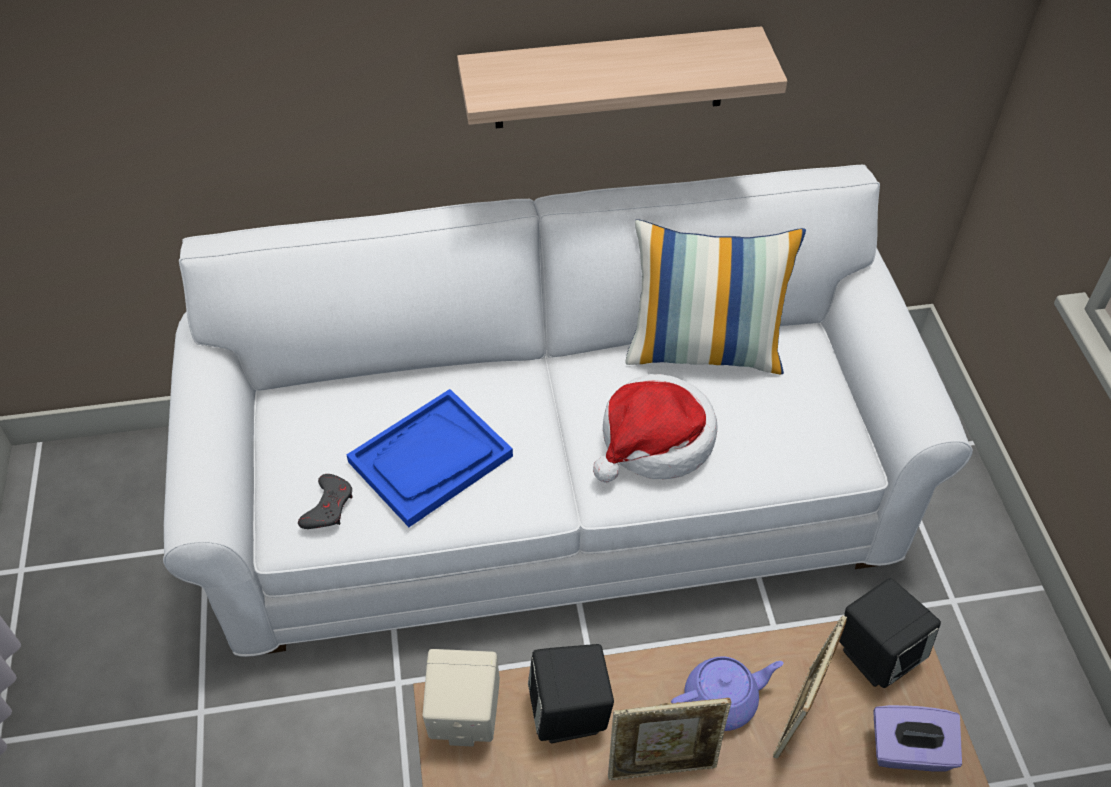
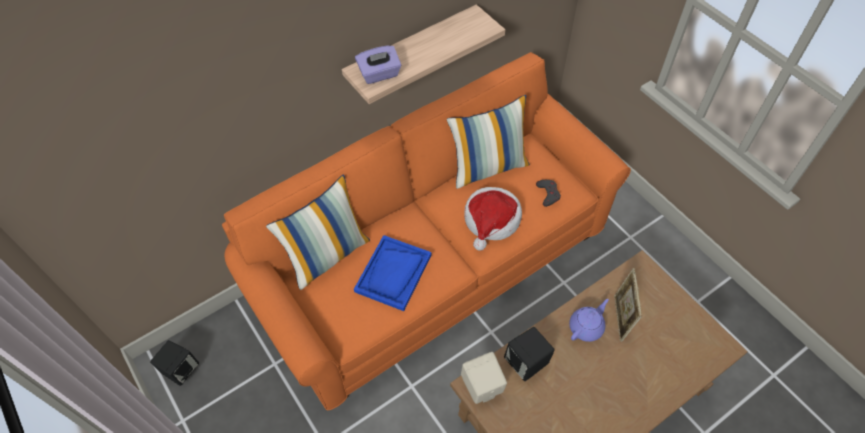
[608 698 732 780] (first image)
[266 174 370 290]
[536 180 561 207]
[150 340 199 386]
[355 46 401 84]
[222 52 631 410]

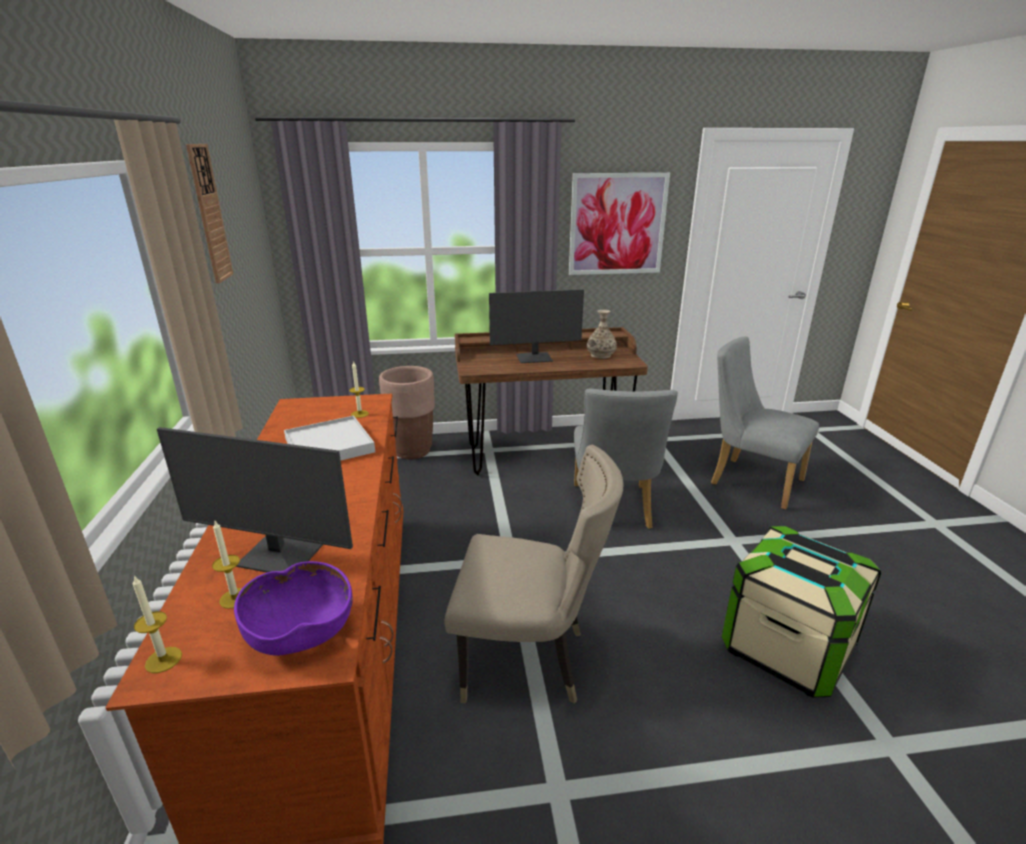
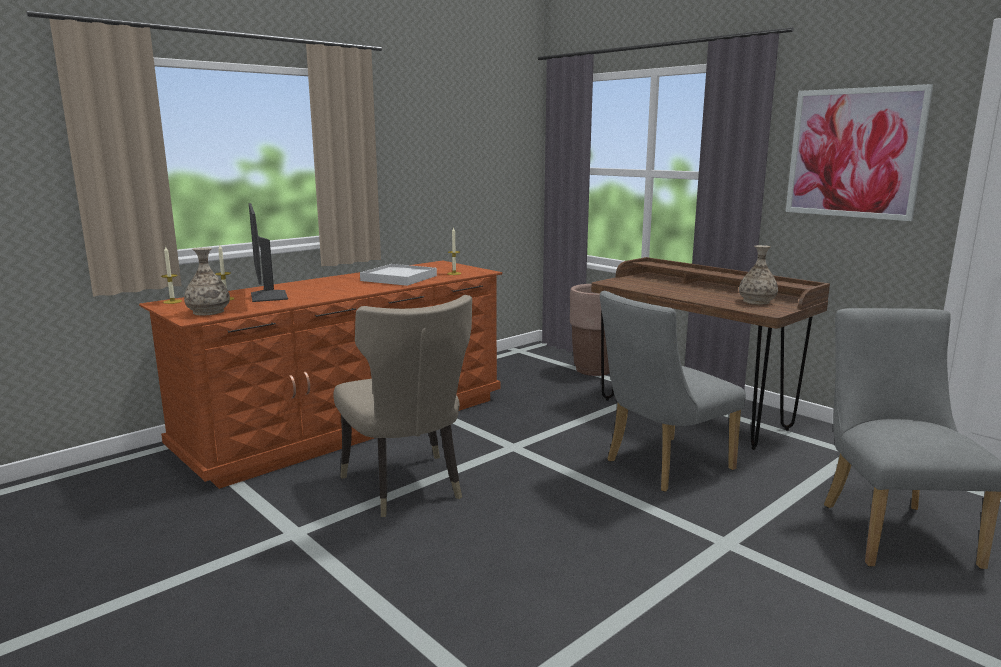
[186 144 233 284] (first image)
[489 289 584 363] (first image)
[722 526 881 698] (first image)
[184 247 230 316]

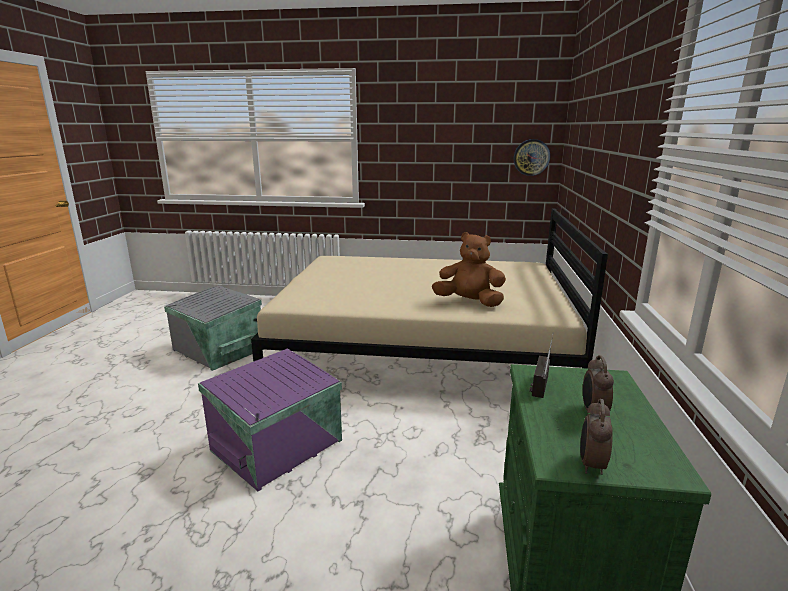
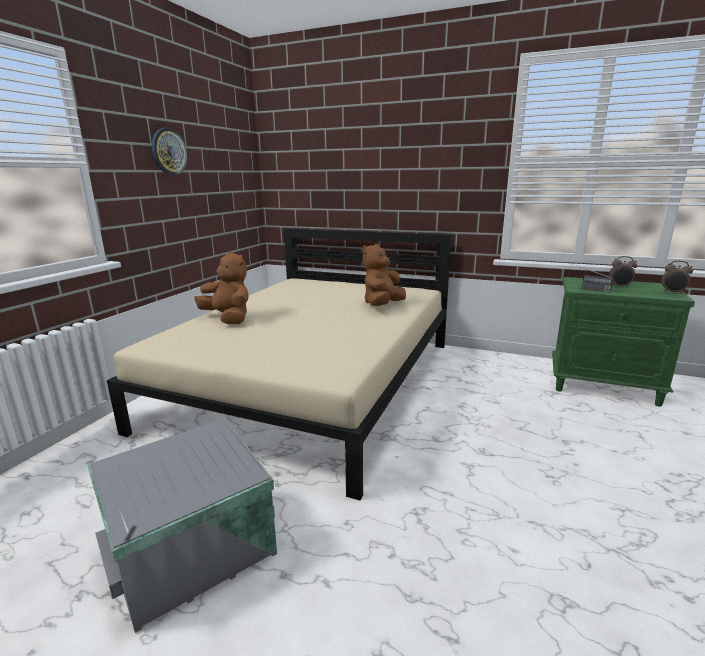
[198 349 342 491] (first image)
[194 251 249 324]
[152 128 187 175]

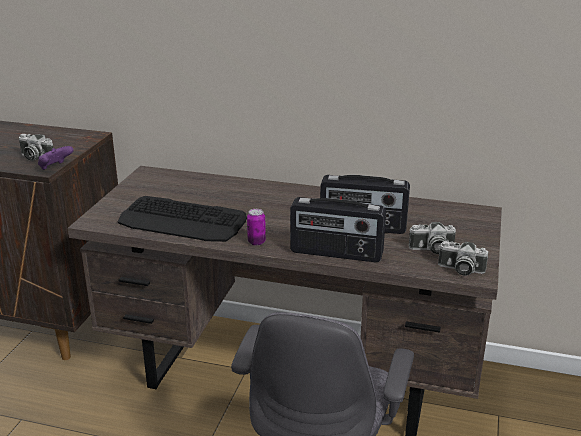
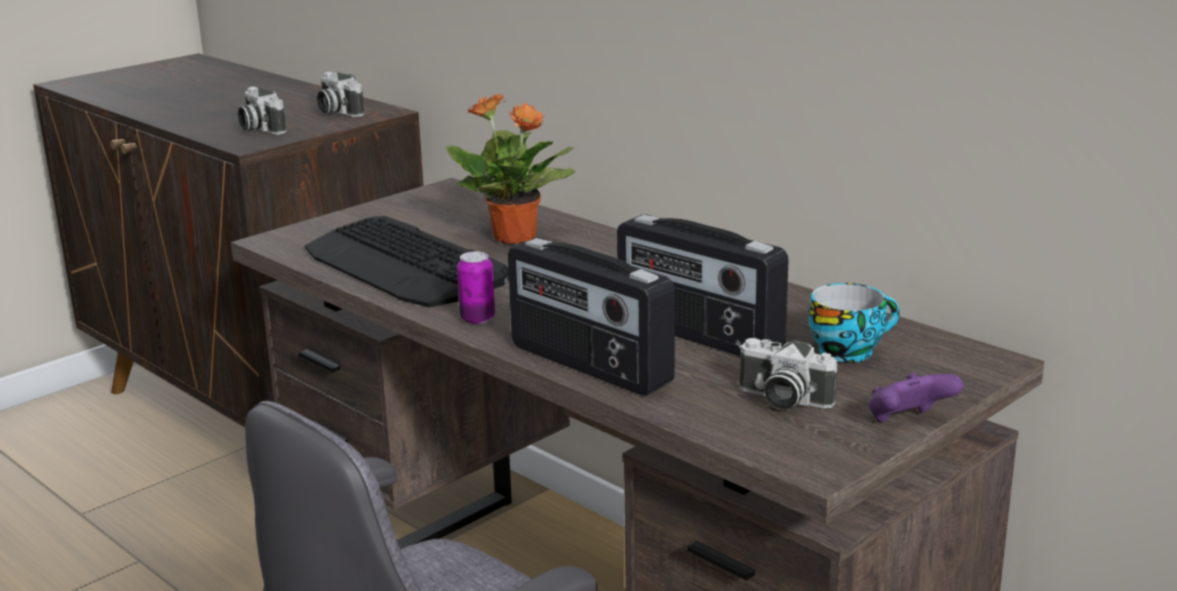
[446 94 575 244]
[809 283 900 362]
[869 373 964 422]
[317 72 364 117]

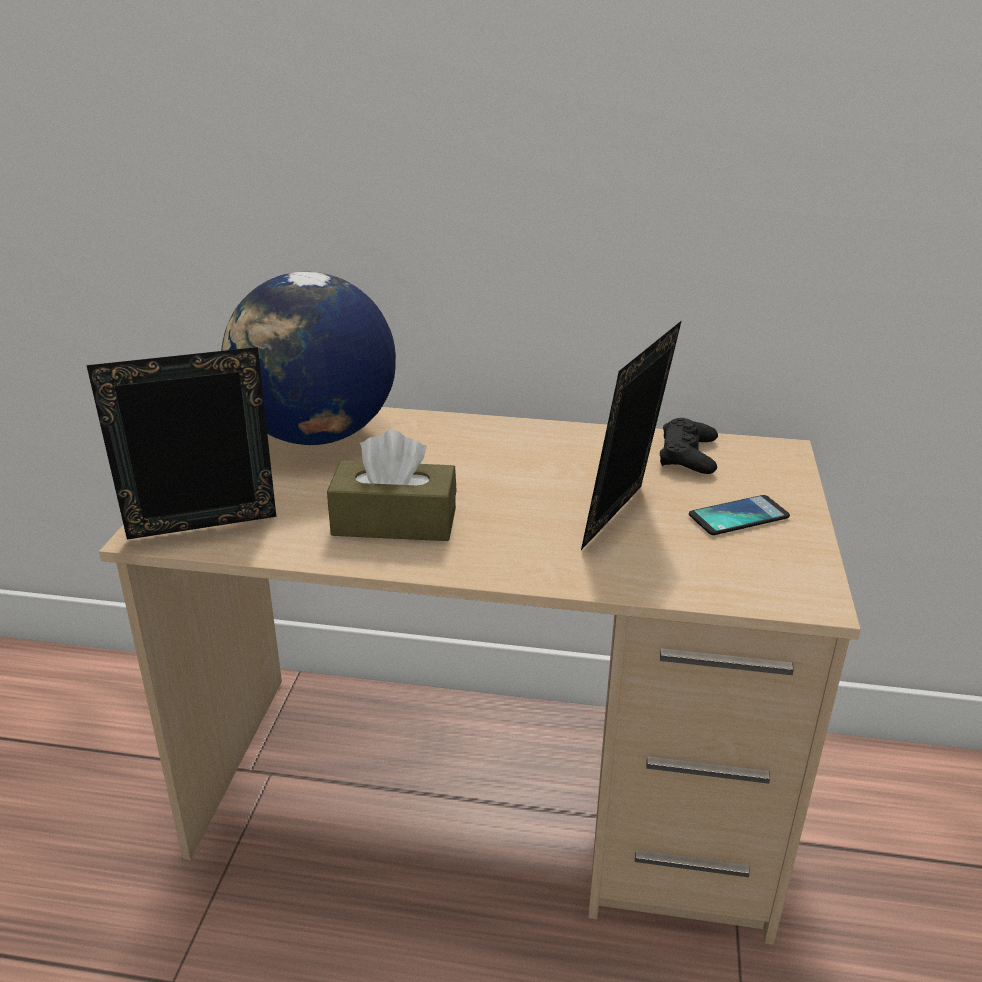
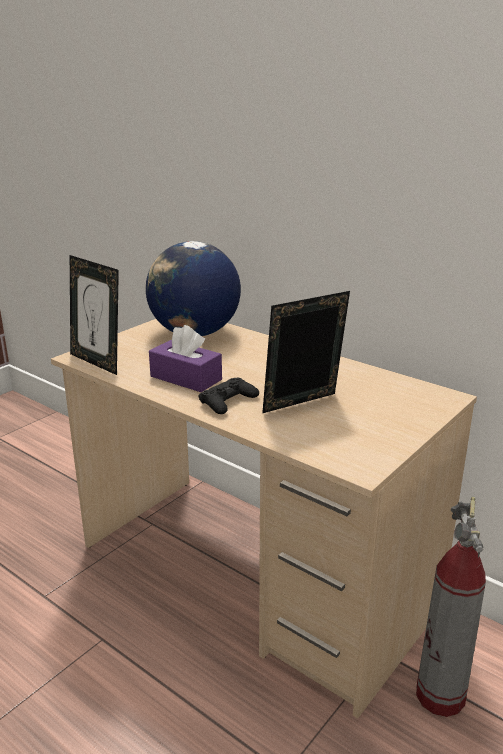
[689 495 790 535] (first image)
[416 497 486 717]
[199 378 259 414]
[149 325 222 392]
[70 255 119 375]

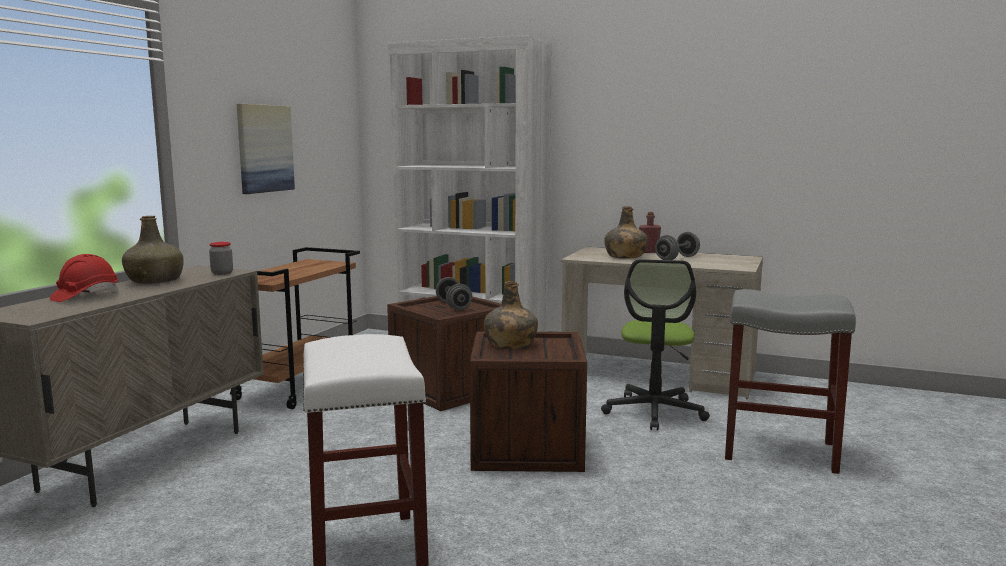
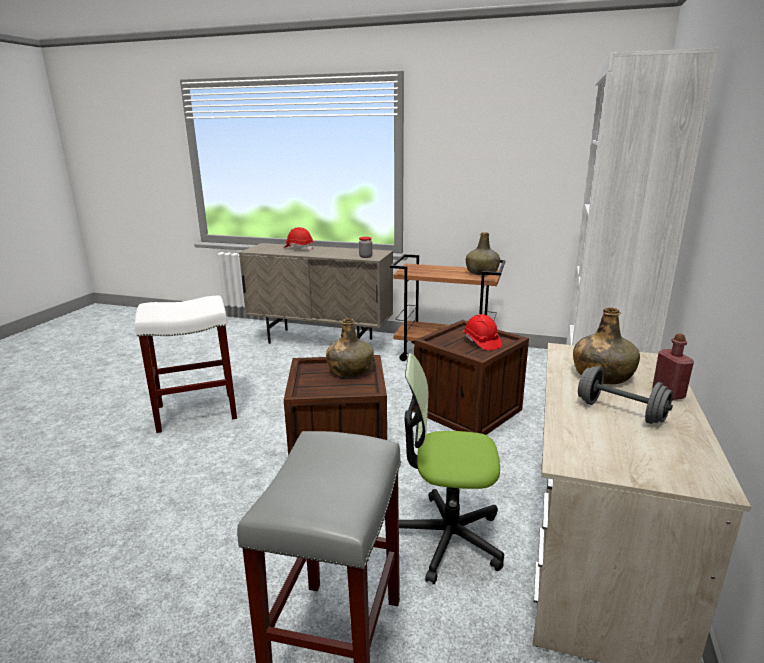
[237 104 295 194] (first image)
[466 232 500 275]
[463 314 502 350]

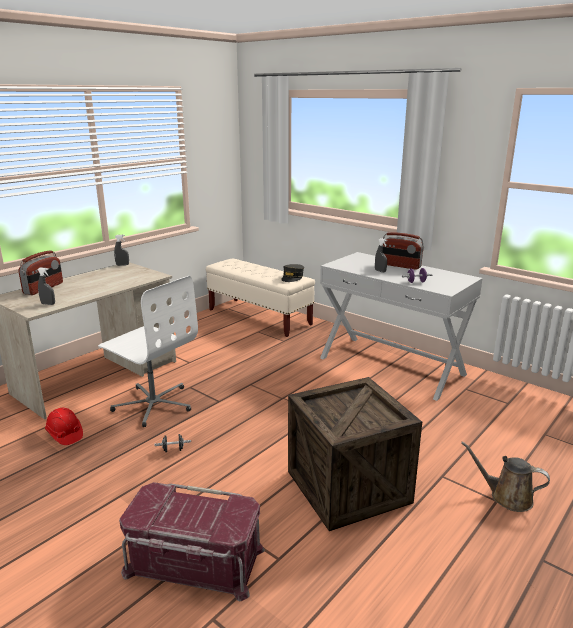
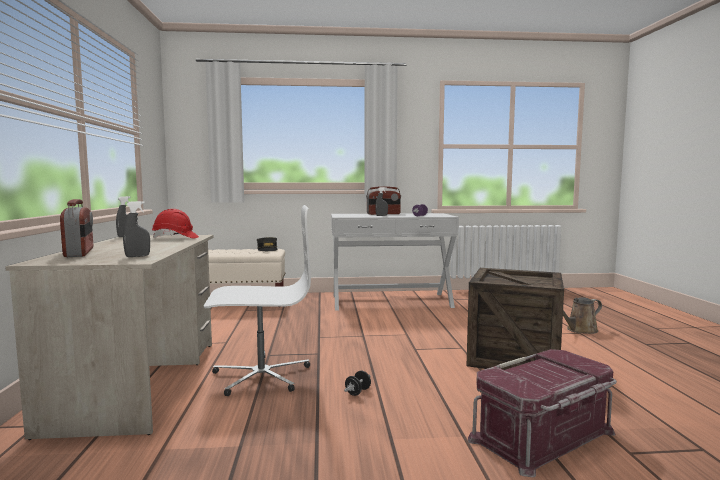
[152 209 199 239]

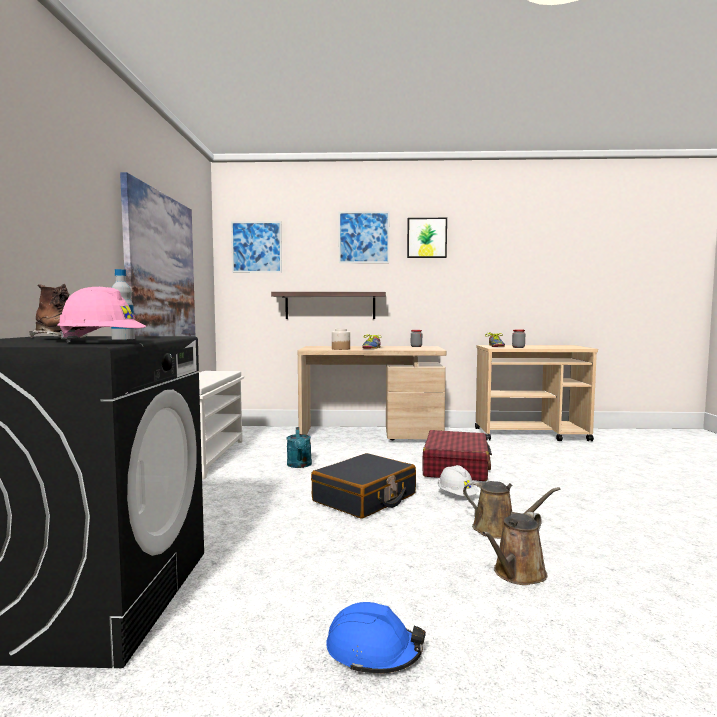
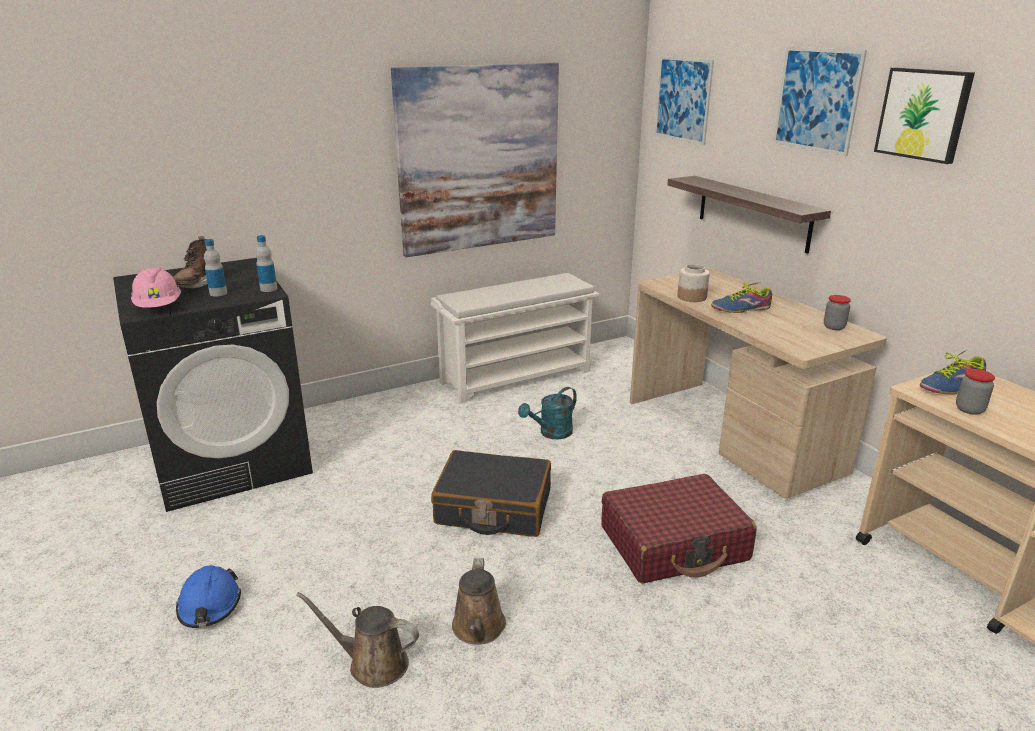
[437 465 478 496] (first image)
[256 235 277 292]

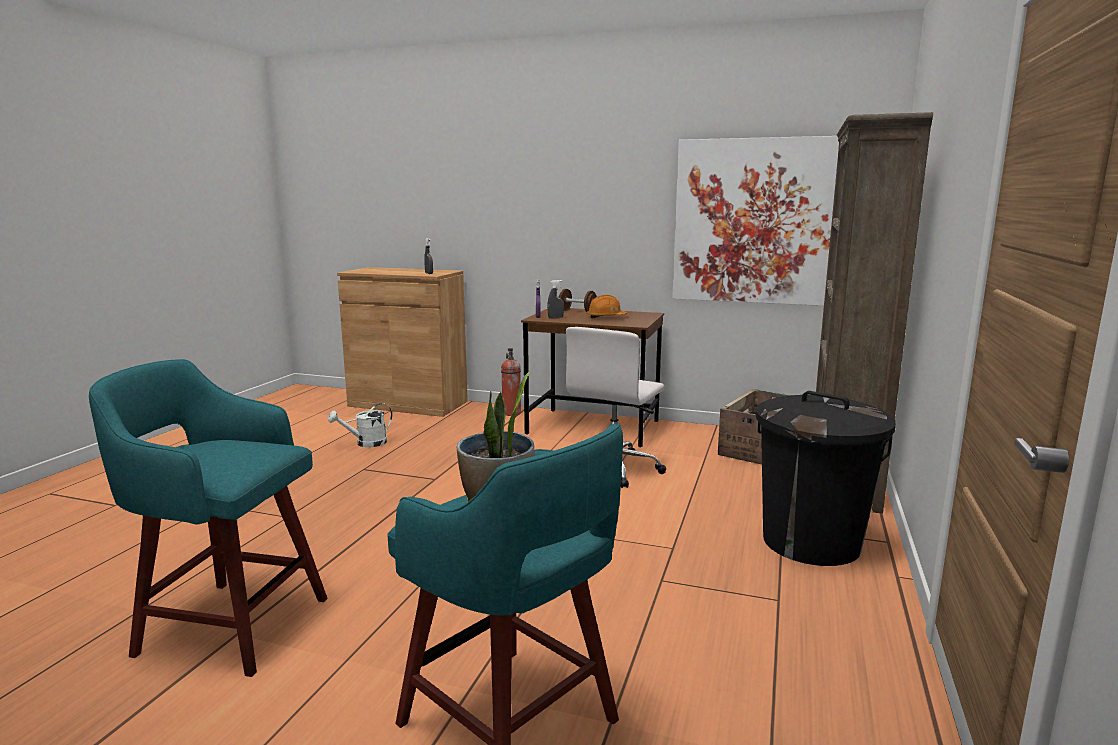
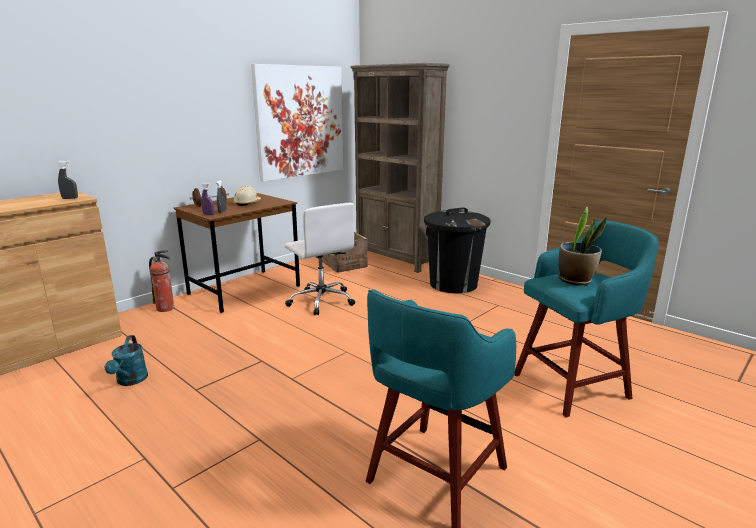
[104 335 148 386]
[233 186 261 206]

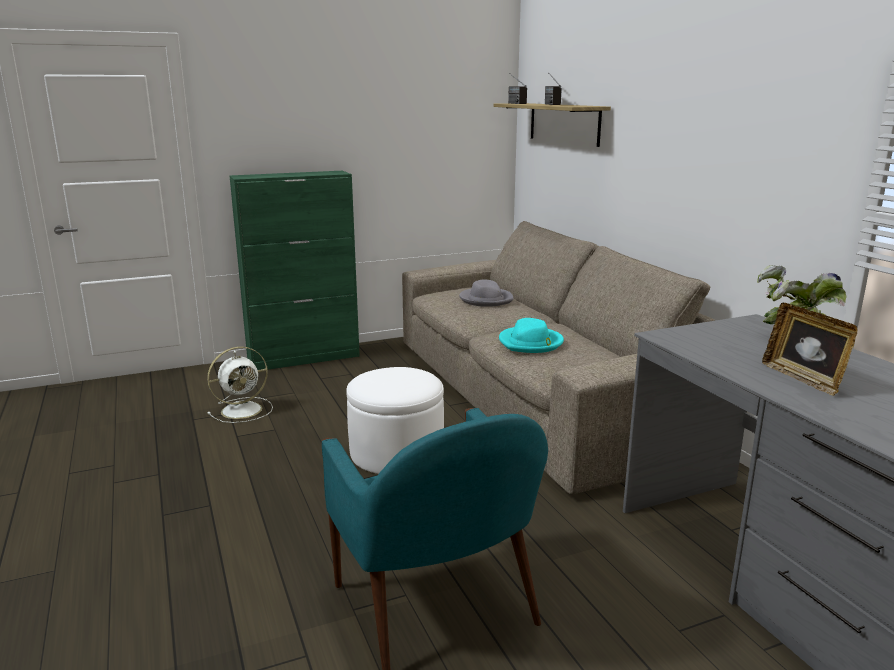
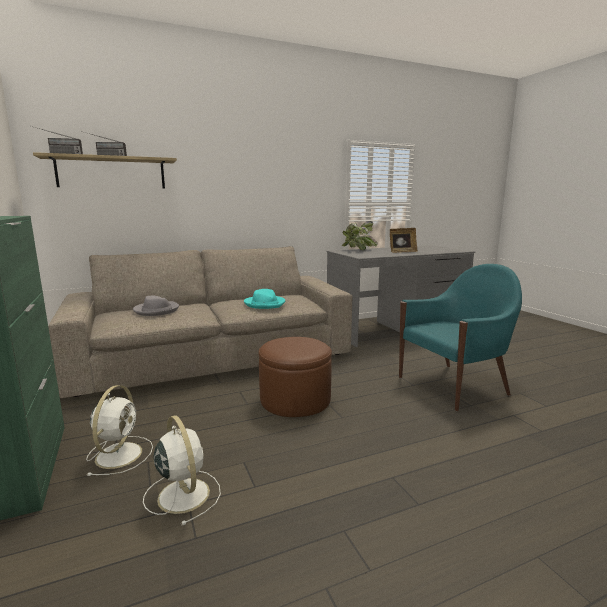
[86 385 153 476]
[259 337 332 417]

